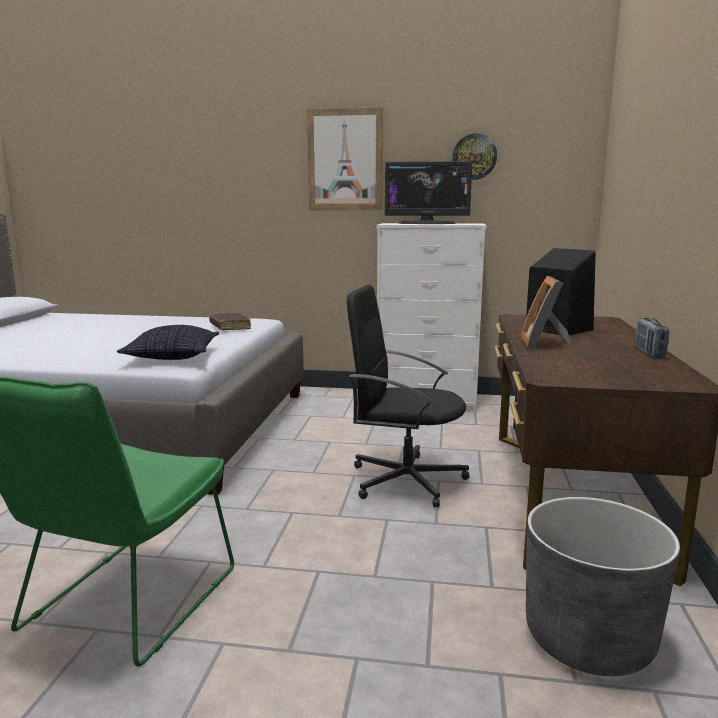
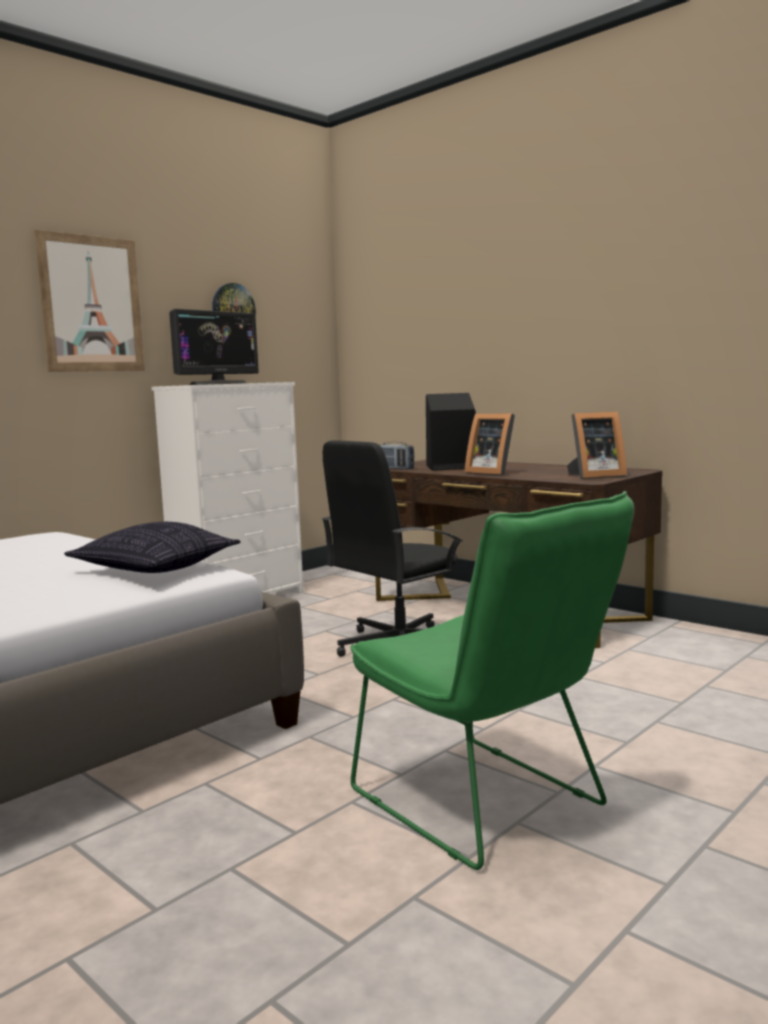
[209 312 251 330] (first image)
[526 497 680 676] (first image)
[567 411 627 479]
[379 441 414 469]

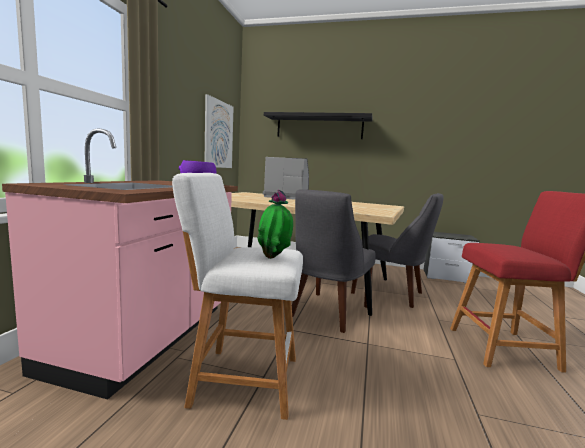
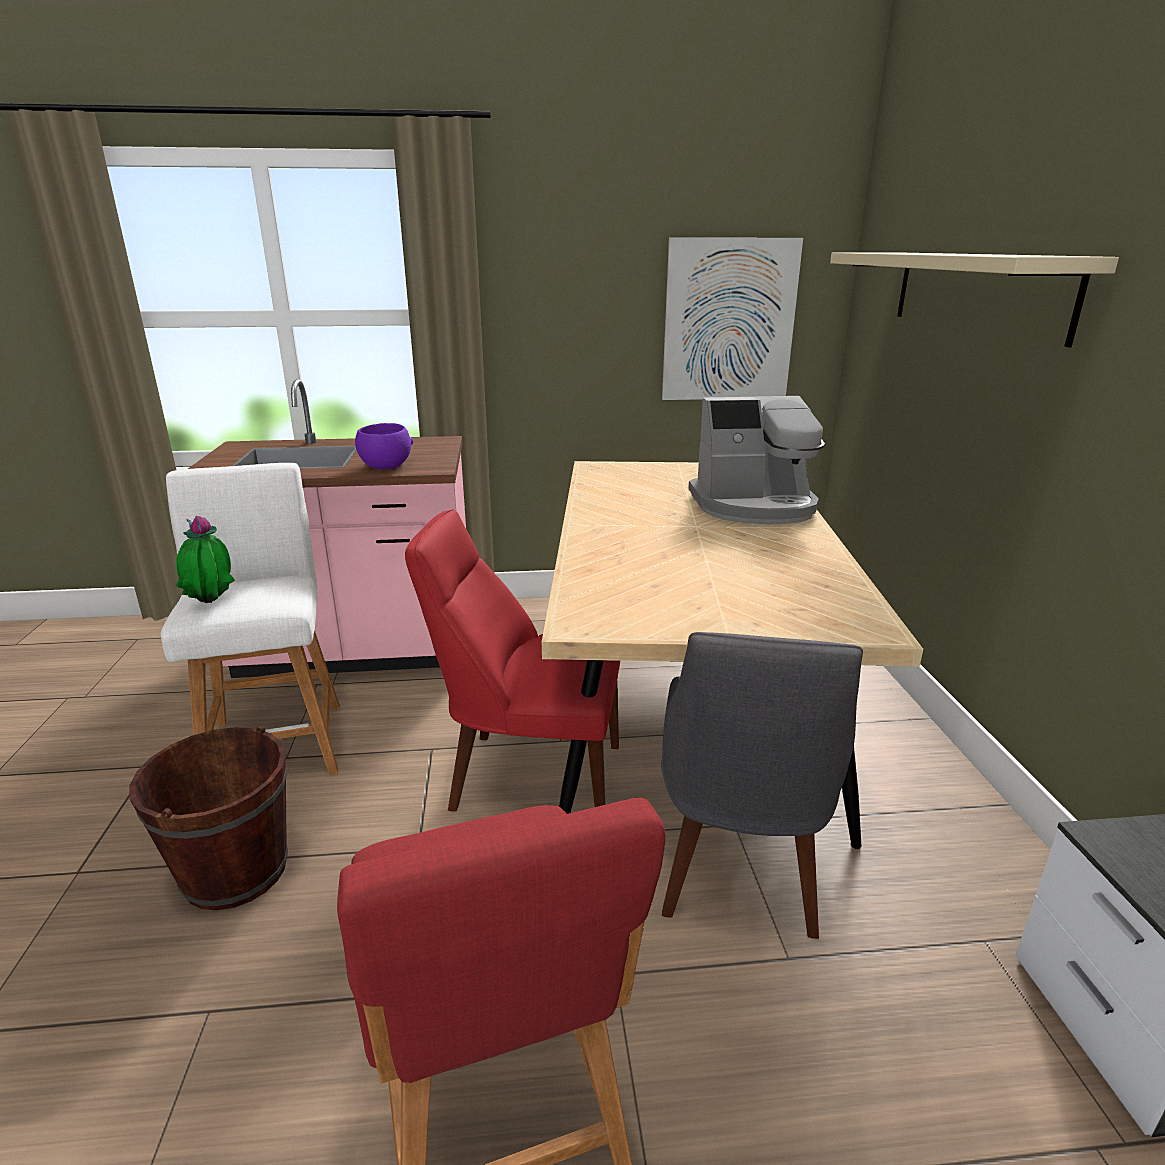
[129 725 288 910]
[830 252 1119 348]
[405 510 620 812]
[688 396 825 524]

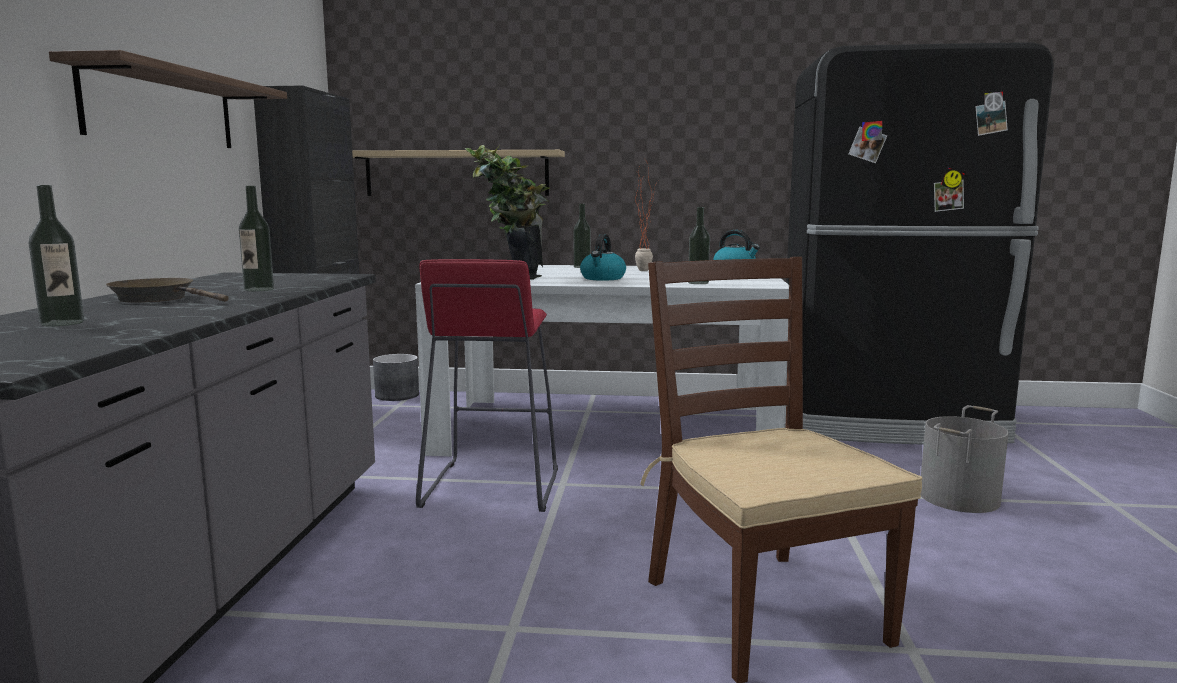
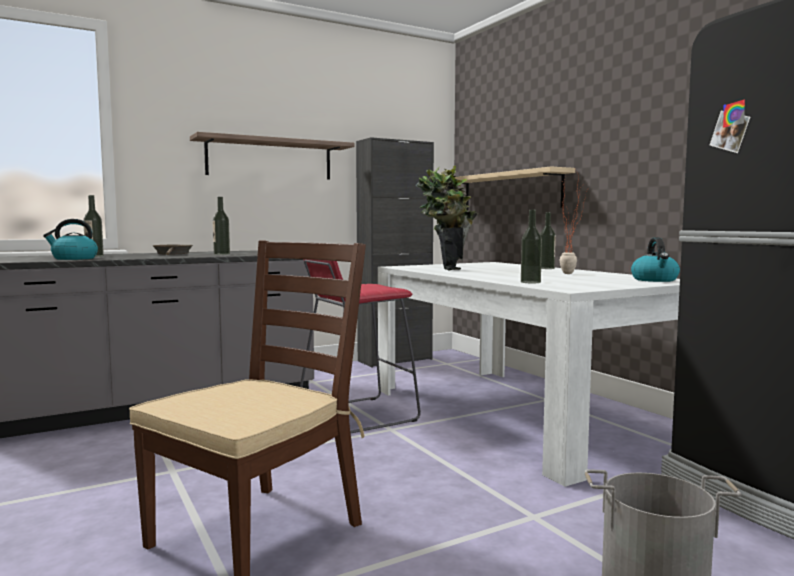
[373 354 419 401] (first image)
[43 219 98 260]

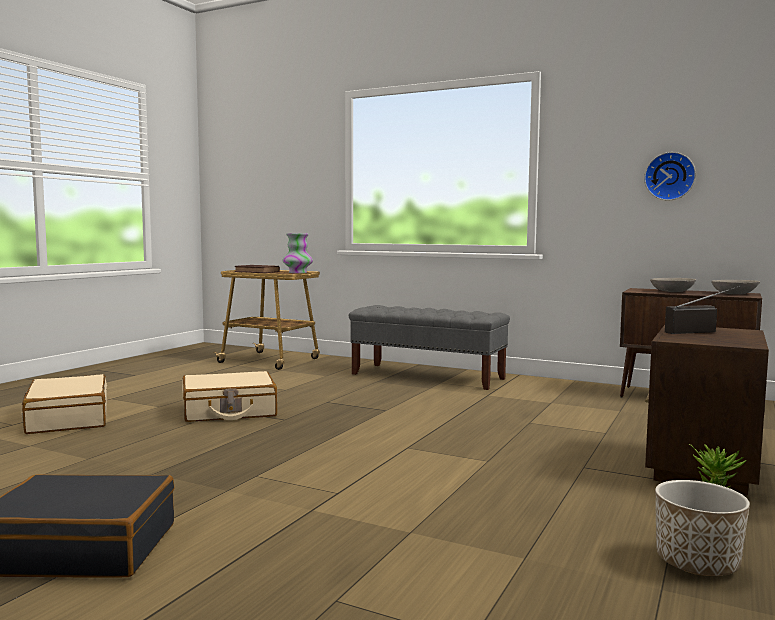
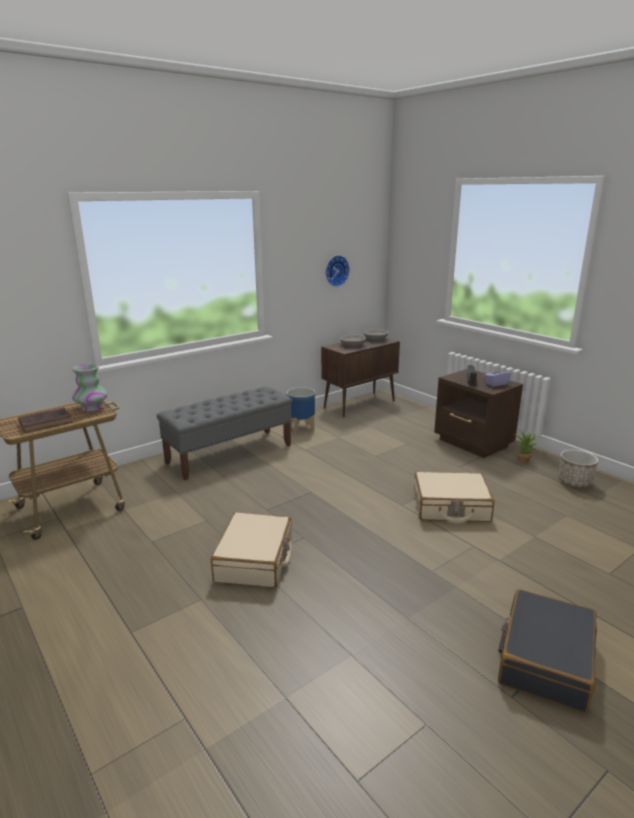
[287 387 315 434]
[484 366 511 387]
[414 472 495 523]

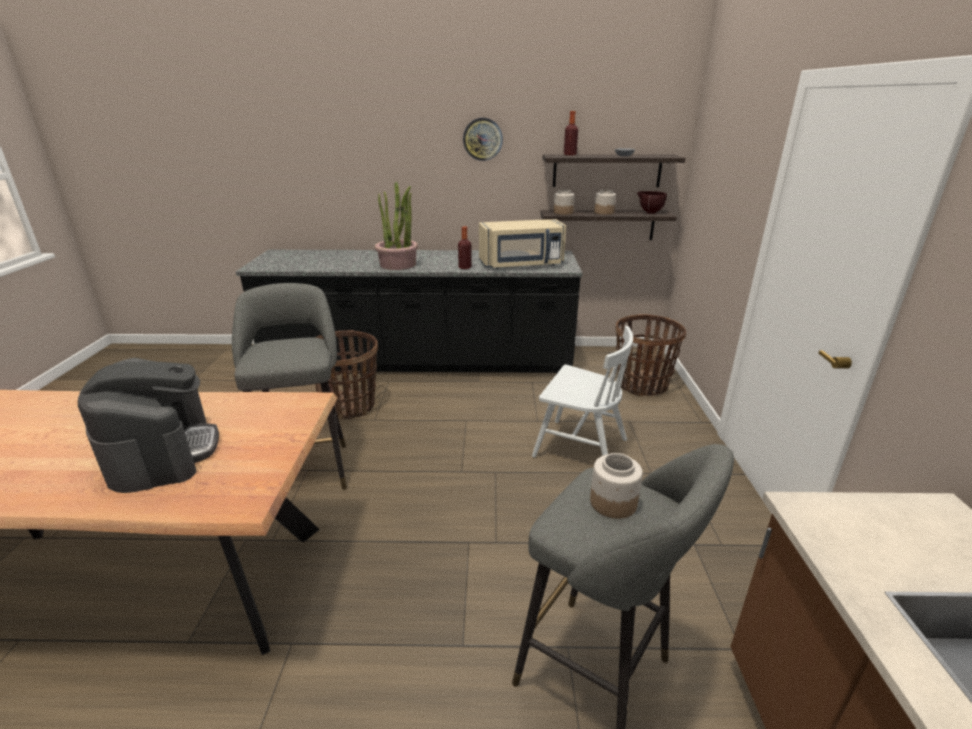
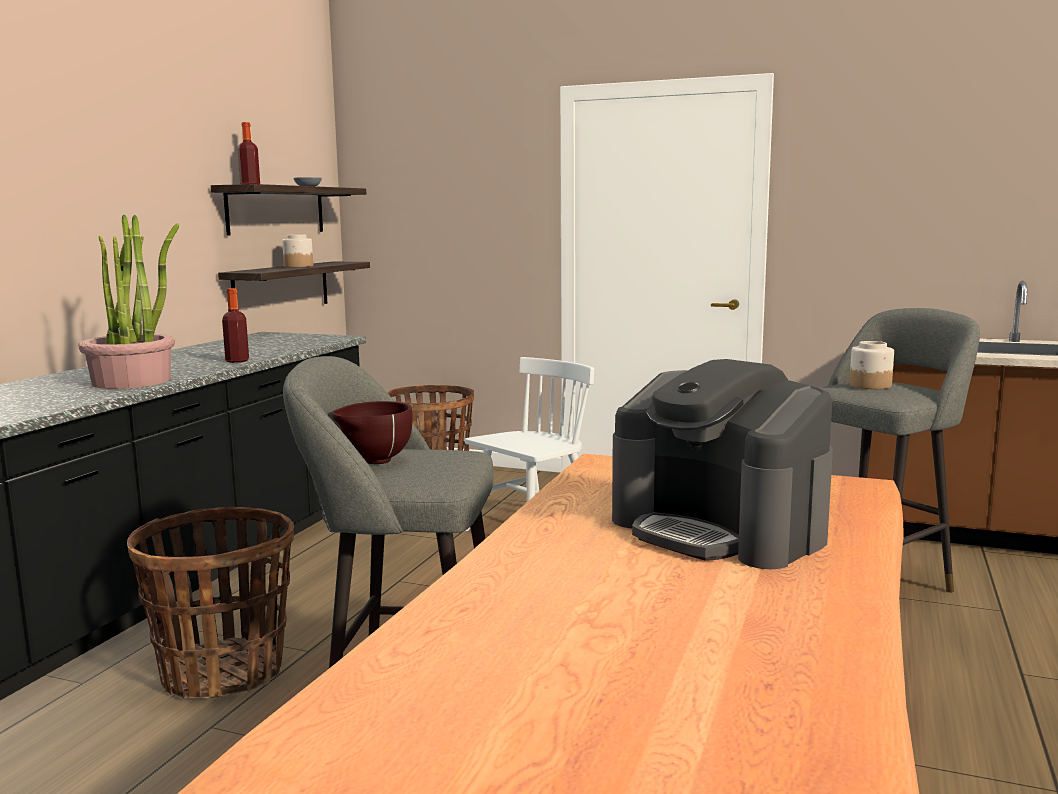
[463 118 503 161] (first image)
[479 219 566 269] (first image)
[554 190 575 215] (first image)
[331 401 413 464]
[612 359 833 569]

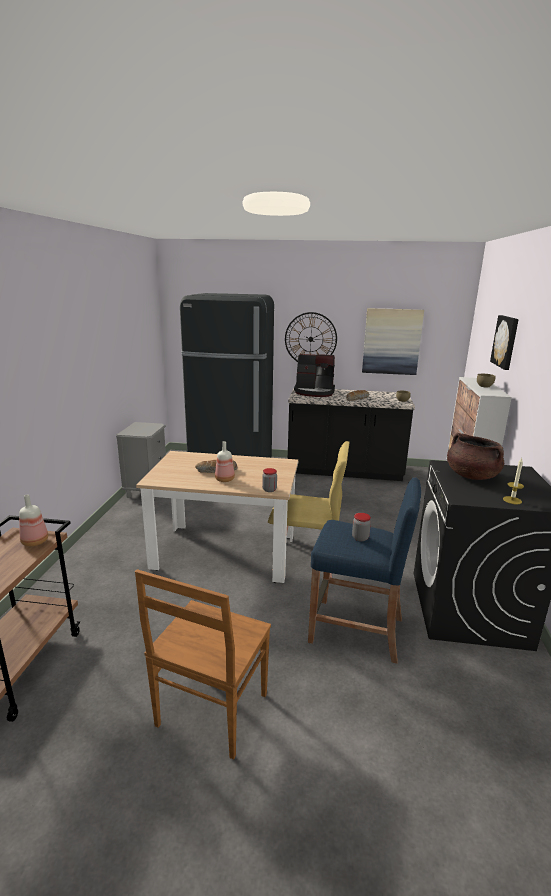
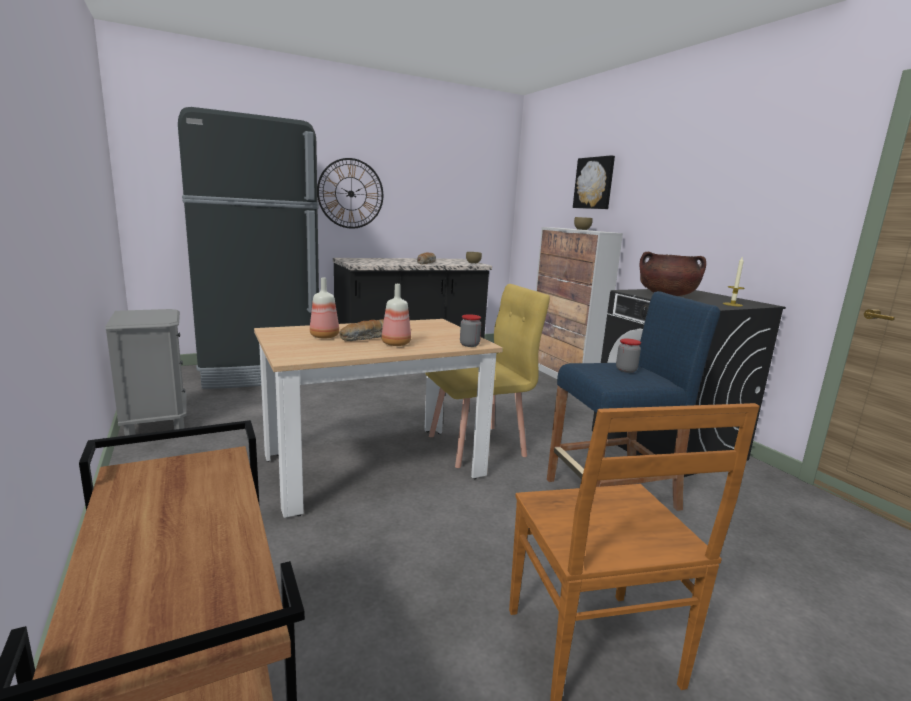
[294 354 335 397] (first image)
[362 308 424 375] (first image)
[310 278 339 339]

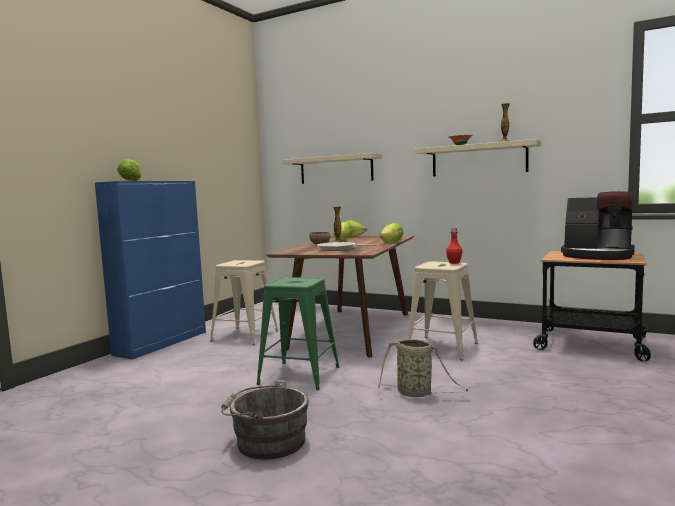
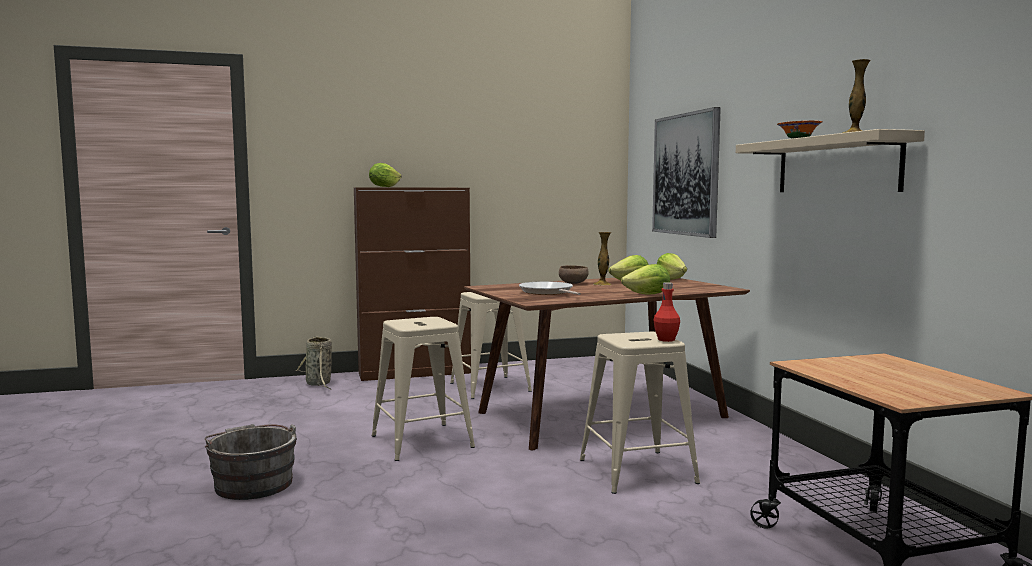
[561 191 635 260] (first image)
[296 336 332 390]
[652 107 721 238]
[354 187 471 381]
[372 317 475 461]

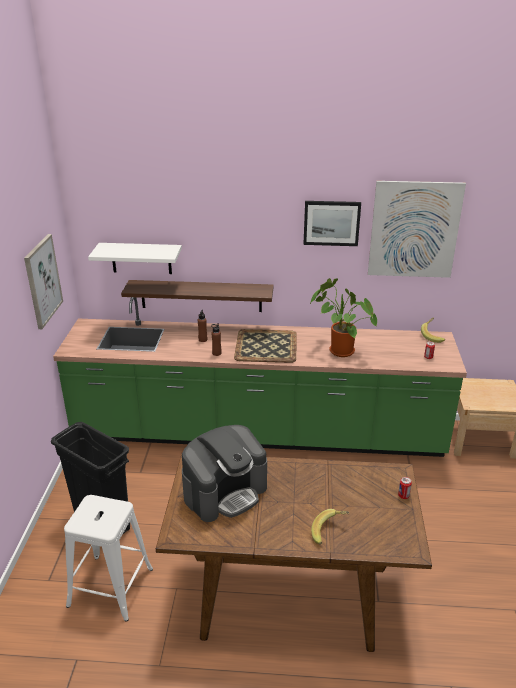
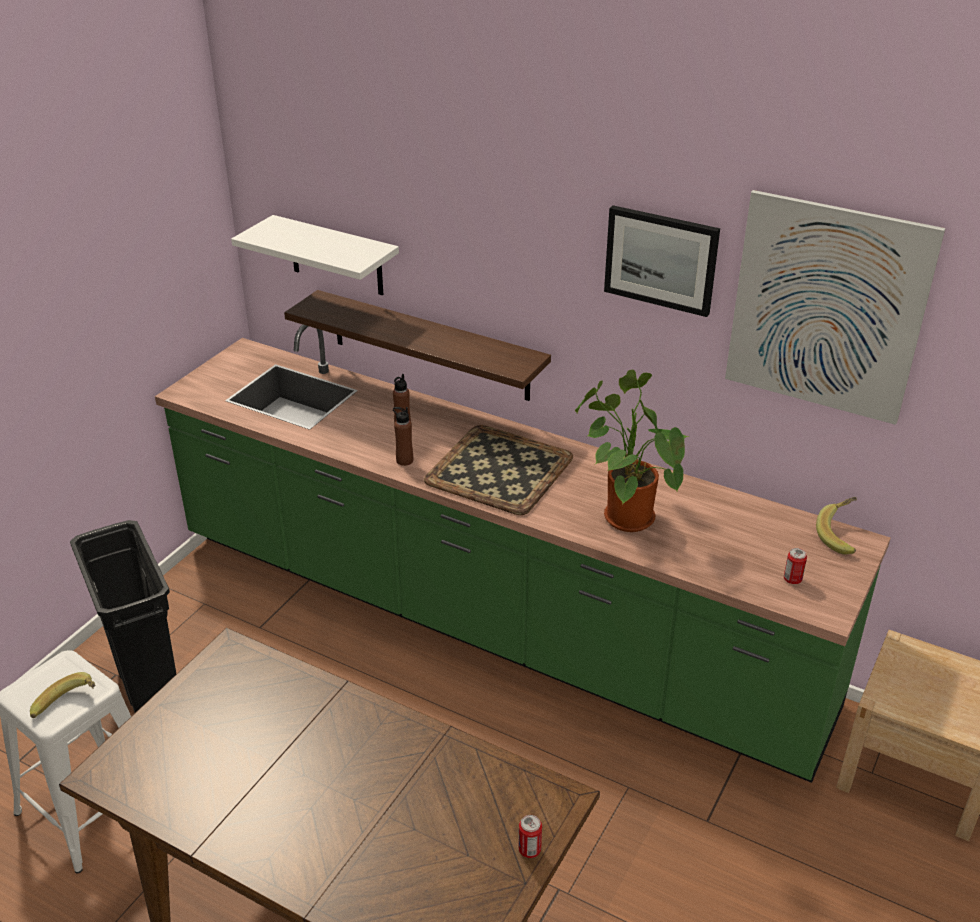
[24 234 63 329] (first image)
[182 425 267 522] (first image)
[30 672 95 718]

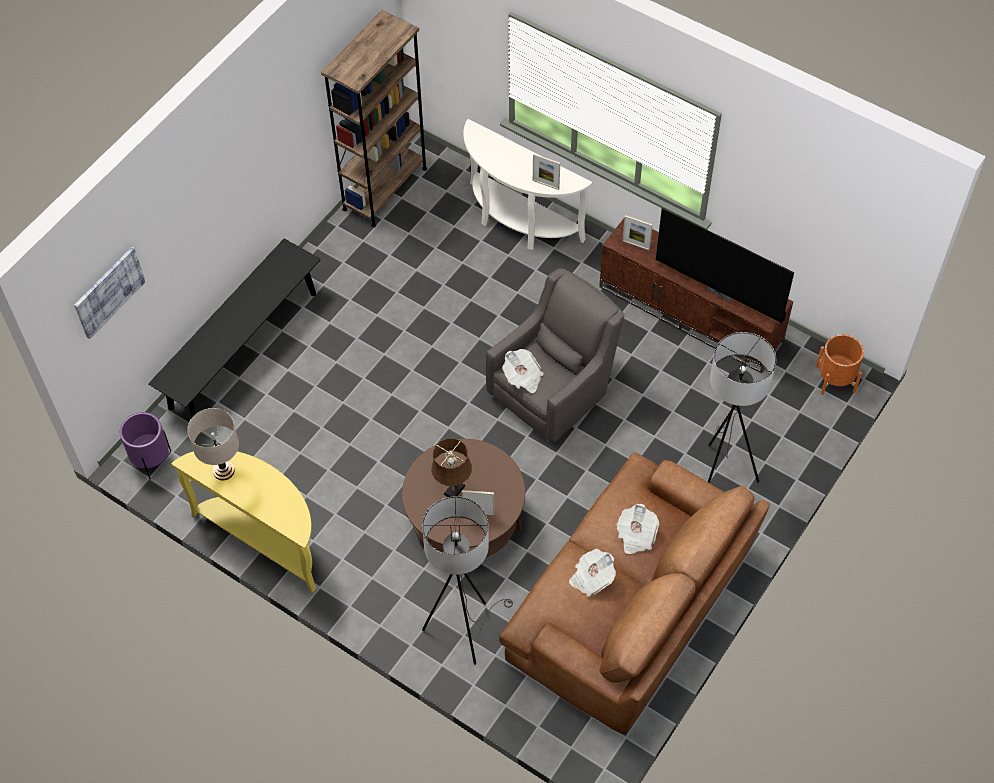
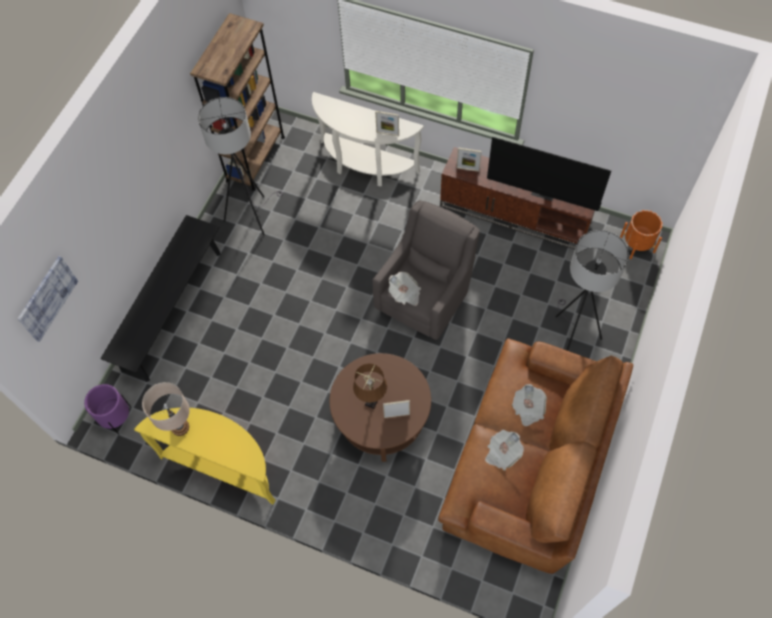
[198 97 283 236]

